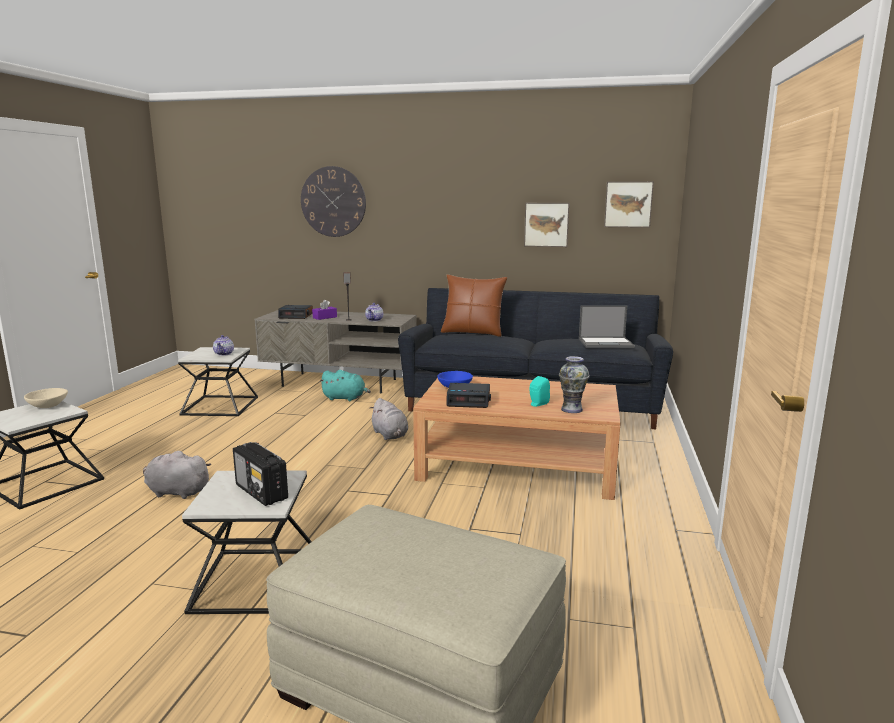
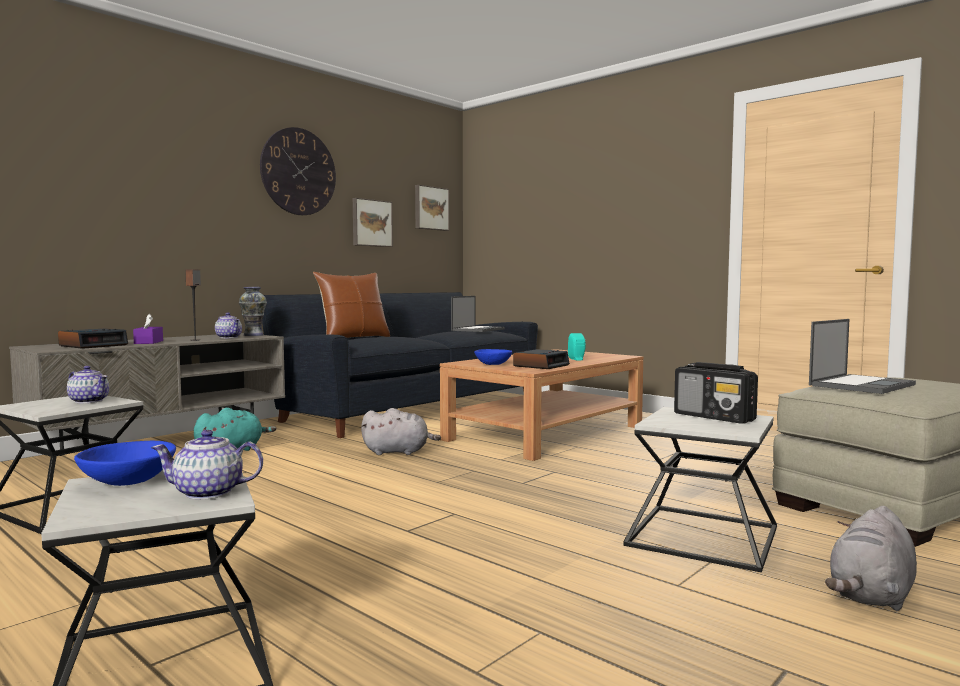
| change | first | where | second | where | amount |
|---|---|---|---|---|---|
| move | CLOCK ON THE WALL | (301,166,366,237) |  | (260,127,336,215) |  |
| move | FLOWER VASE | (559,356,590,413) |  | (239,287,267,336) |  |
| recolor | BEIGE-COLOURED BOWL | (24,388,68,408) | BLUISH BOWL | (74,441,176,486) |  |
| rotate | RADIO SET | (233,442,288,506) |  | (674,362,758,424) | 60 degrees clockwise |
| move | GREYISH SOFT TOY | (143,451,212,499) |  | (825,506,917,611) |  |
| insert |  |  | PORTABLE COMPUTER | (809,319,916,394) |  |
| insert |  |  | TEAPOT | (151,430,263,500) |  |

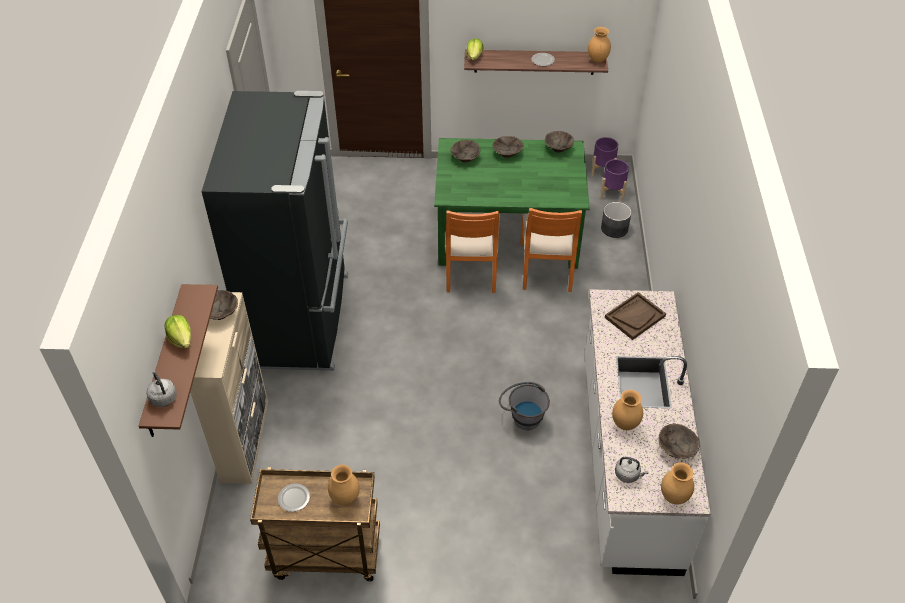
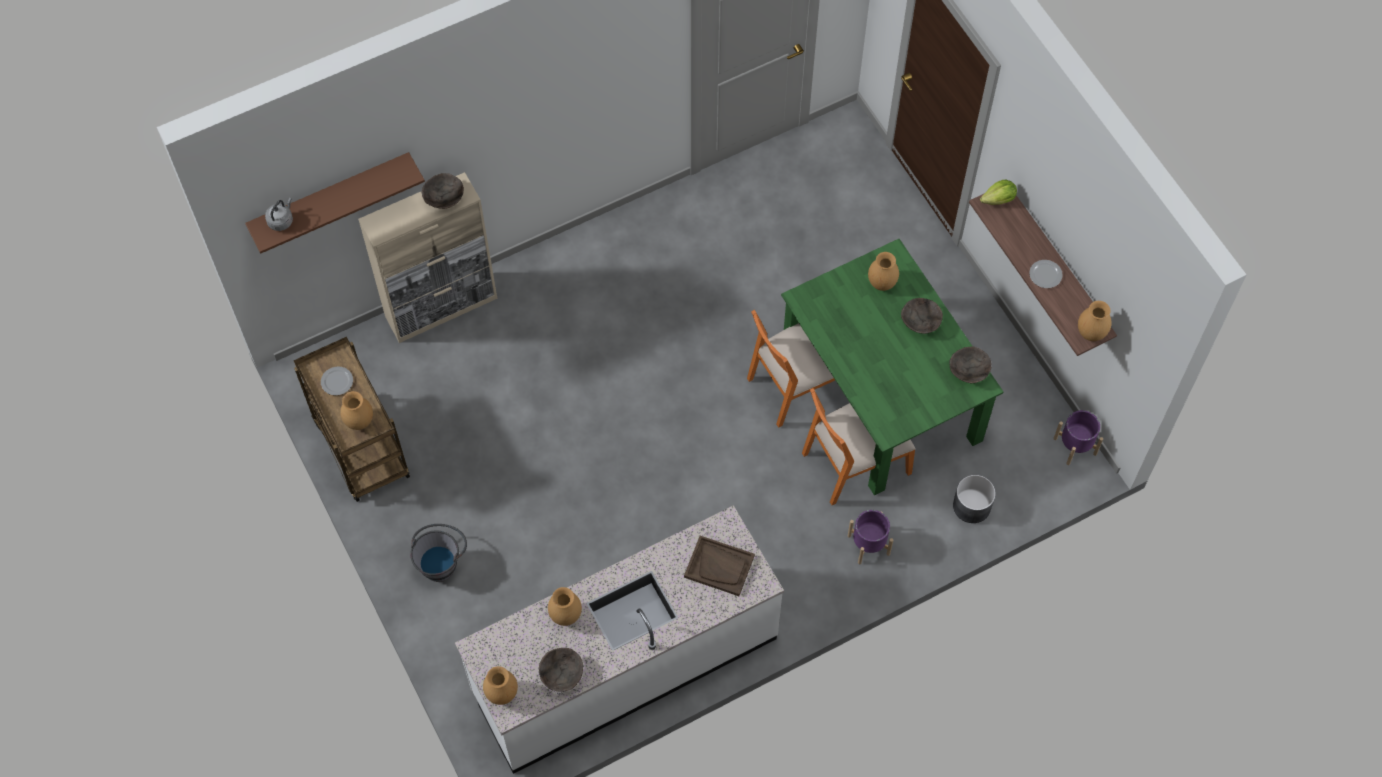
| change | first | where | second | where | amount |
|---|---|---|---|---|---|
| delete | BLACKISH KITCHEN FRIDGE | (201,91,348,371) |  |  |  |
| replace | BROWN BOWL | (451,140,480,163) | BROWN FLOWER VASE | (868,252,899,291) |  |
| move | PURPLE PLANTER | (600,159,629,201) |  | (848,510,893,564) |  |
| delete | HEAD OF LETTUCE | (164,315,191,348) |  |  |  |
| move | GREYISH PAIL | (499,382,550,430) |  | (410,524,467,582) |  |
| delete | GREYISH TEA KETTLE | (615,457,648,483) |  |  |  |

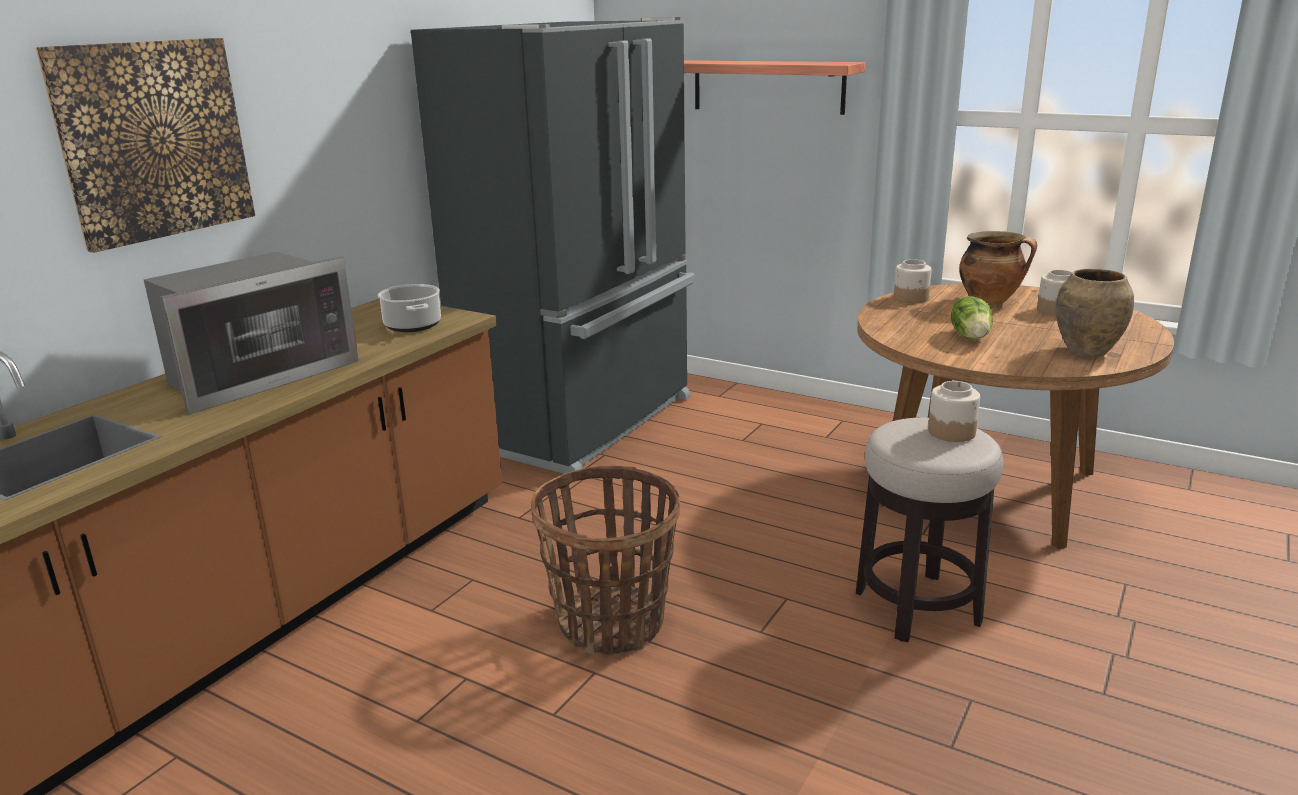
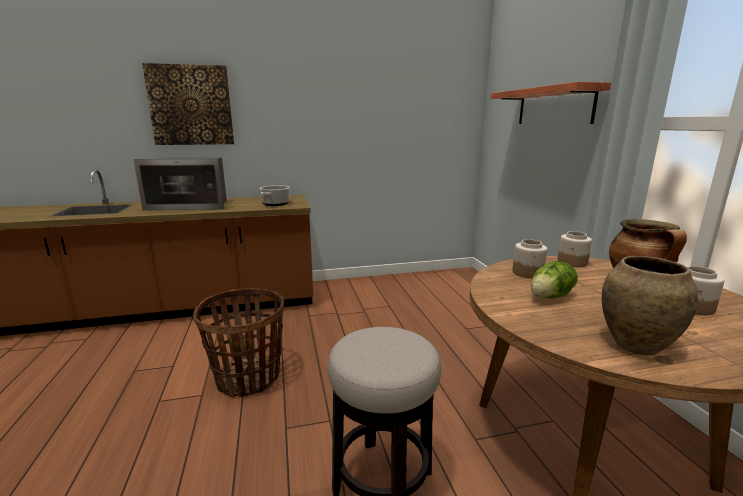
| change | first | where | second | where | amount |
|---|---|---|---|---|---|
| delete | BLACKISH KITCHEN FRIDGE | (411,17,694,474) |  |  |  |
| move | JAR | (928,381,980,442) |  | (512,239,548,278) |  |

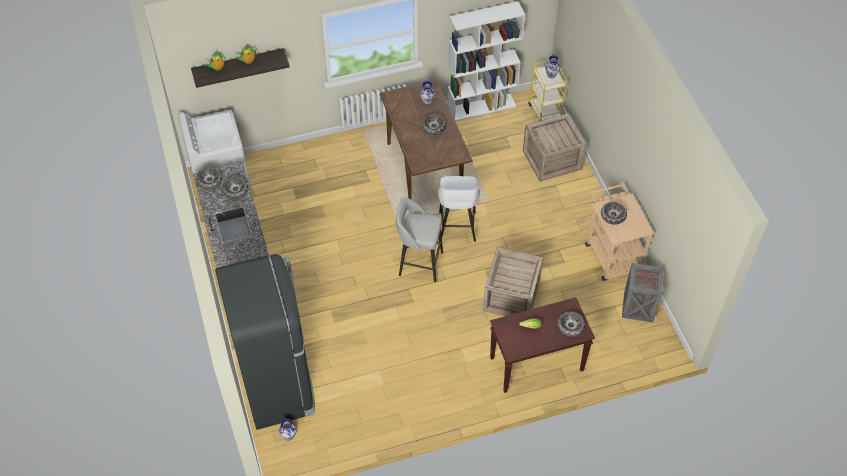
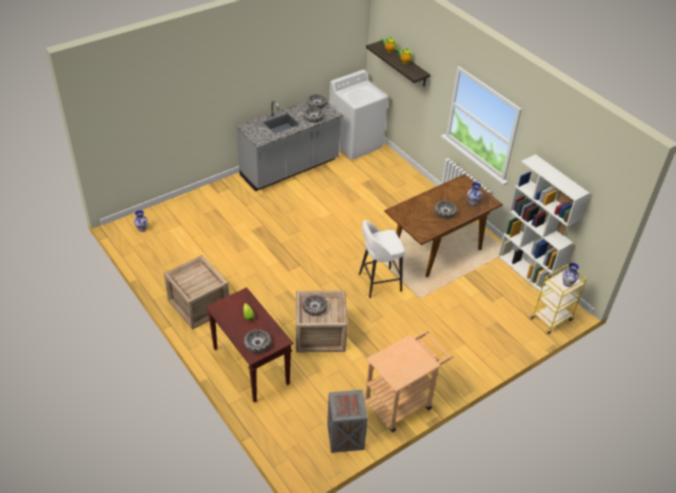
| change | first | where | second | where | amount |
|---|---|---|---|---|---|
| move | CRATE | (523,113,587,182) |  | (164,255,229,329) |  |
| delete | GREYISH STOOL | (396,198,443,282) |  |  |  |
| move | BOWL | (601,202,627,225) |  | (302,295,328,316) |  |
| delete | BLACKISH KITCHEN FRIDGE | (215,254,315,430) |  |  |  |

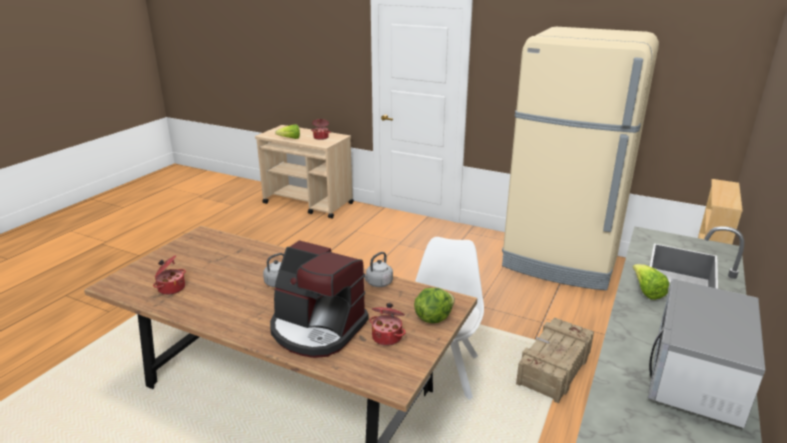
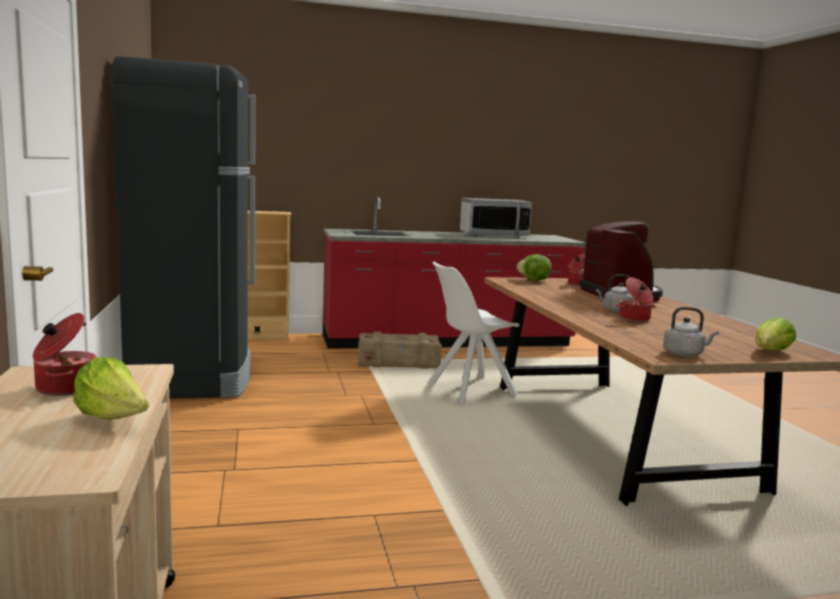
| change | first | where | second | where | amount |
|---|---|---|---|---|---|
| recolor | BEIGE-COLOURED KITCHEN FRIDGE | (502,27,659,290) | BLACKISH KITCHEN FRIDGE | (112,56,256,399) |  |
| move | GREYISH TEA KETTLE | (364,252,393,287) |  | (663,307,719,356) |  |
| move | STOCKPOT | (153,255,186,295) |  | (616,278,657,322) |  |
| move | HEAD OF LETTUCE | (633,264,669,300) |  | (755,317,796,351) |  |

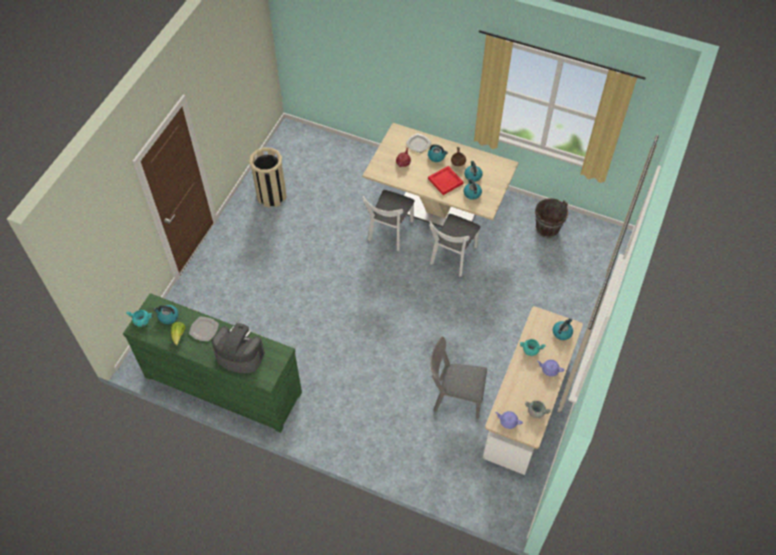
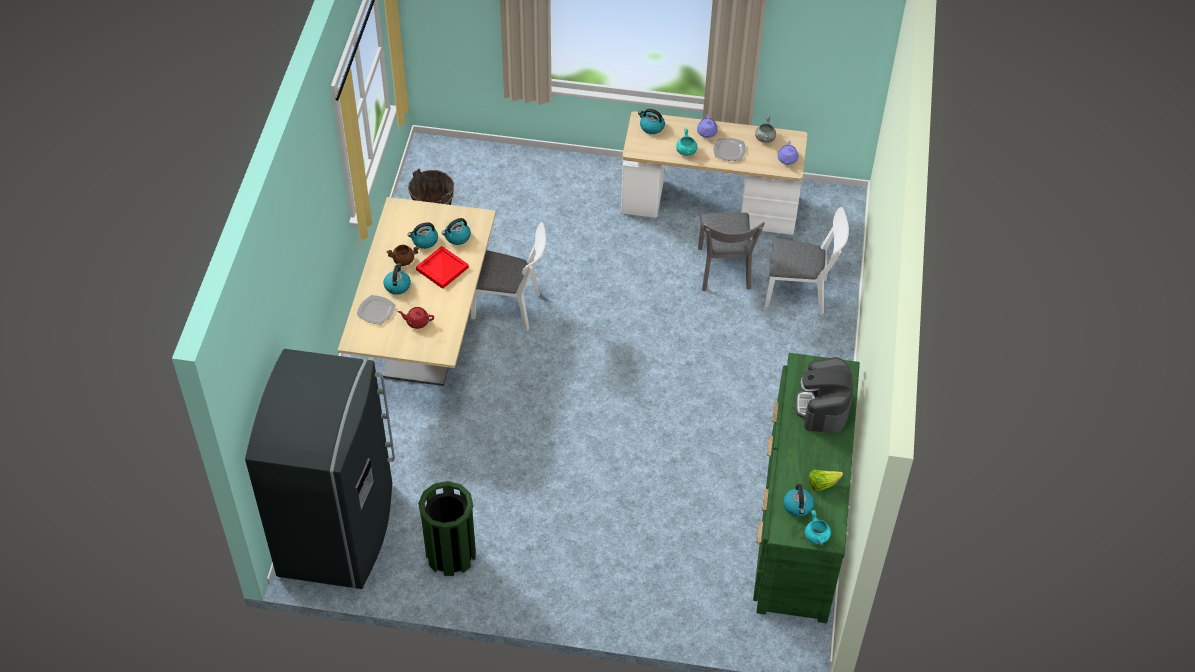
| change | first | where | second | where | amount |
|---|---|---|---|---|---|
| recolor | BEIGE-COLOURED RUBBISH BIN | (249,148,286,208) | GREEN-COLOURED RUBBISH BIN | (418,481,476,576) |  |
| move | WHITE PLAIN CHAIR | (363,190,415,251) |  | (765,207,849,315) |  |
| move | PLATE | (189,317,219,341) |  | (713,138,746,161) |  |
| insert |  |  | GREYISH KITCHEN FRIDGE | (245,349,395,589) |  |

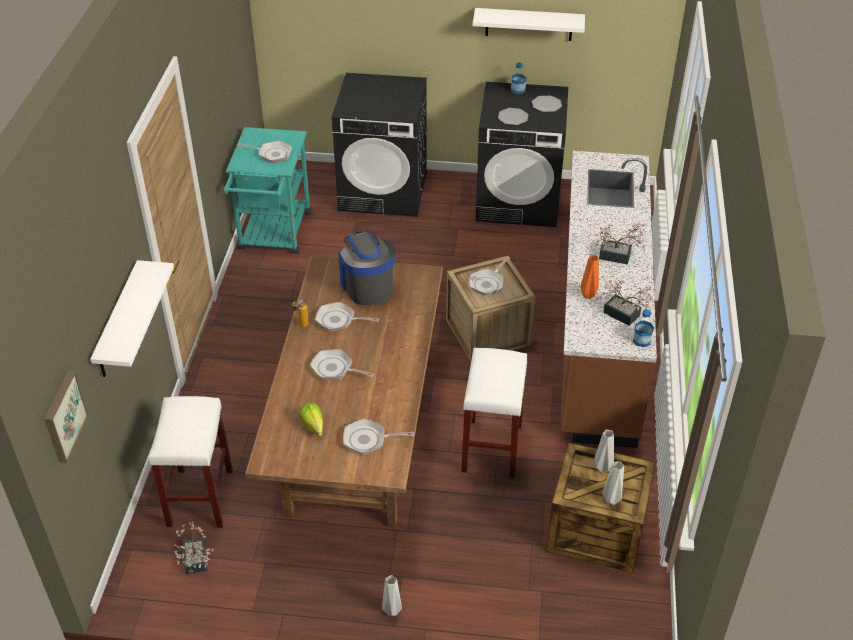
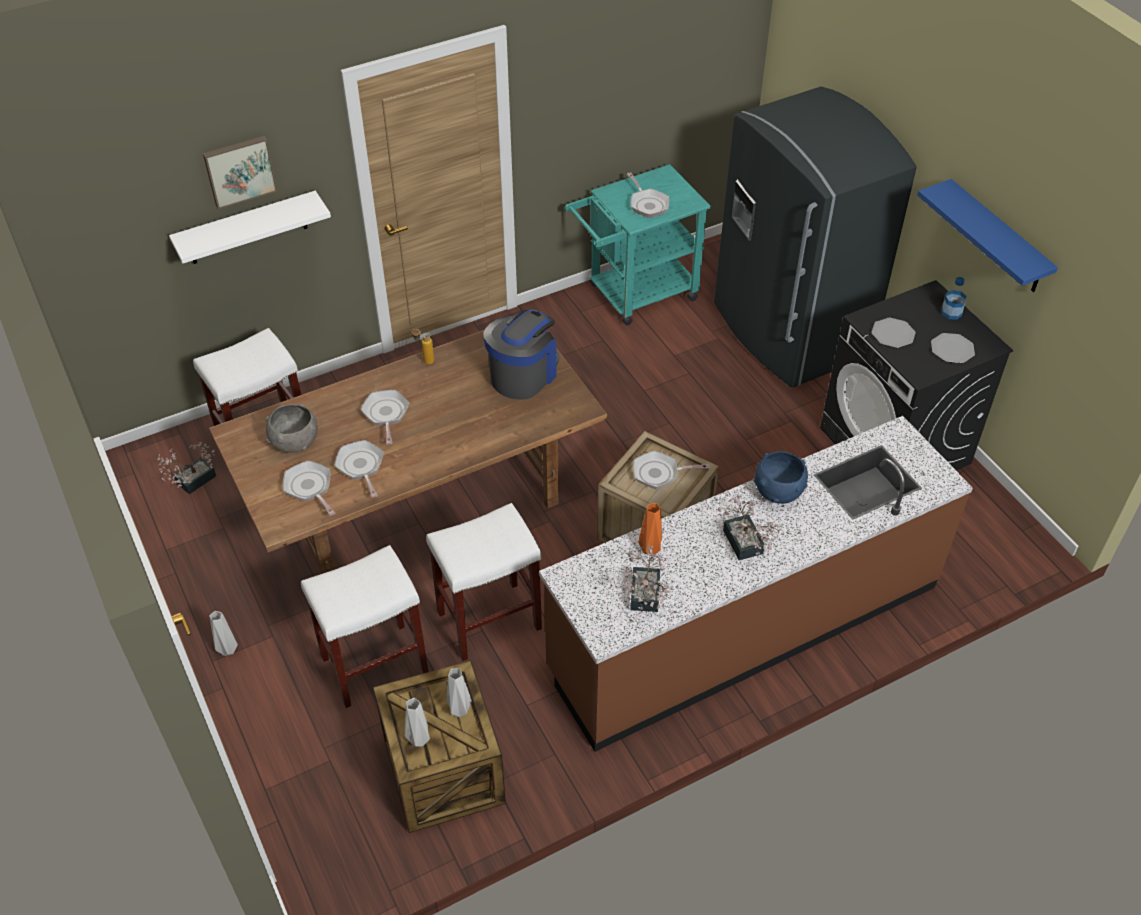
| change | first | where | second | where | amount |
|---|---|---|---|---|---|
| recolor | WHITE BRACKET SHELF | (473,8,585,41) | BLUISH BRACKET SHELF | (917,179,1058,292) |  |
| replace | BLACKISH LAUNDRY MACHINE | (332,73,427,217) | GREYISH KITCHEN FRIDGE | (714,87,917,388) |  |
| move | PAN | (315,302,379,332) |  | (334,440,384,498) |  |
| delete | DRINK BOTTLE | (633,309,654,347) |  |  |  |
| move | WALL ART | (44,371,89,463) |  | (203,136,278,210) |  |
| replace | HEAD OF LETTUCE | (299,403,323,436) | GREYISH BOWL | (266,404,318,453) |  |
| insert |  |  | BLUISH BOWL | (753,451,808,504) |  |
| insert |  |  | WHITE STOOL | (301,545,429,708) |  |

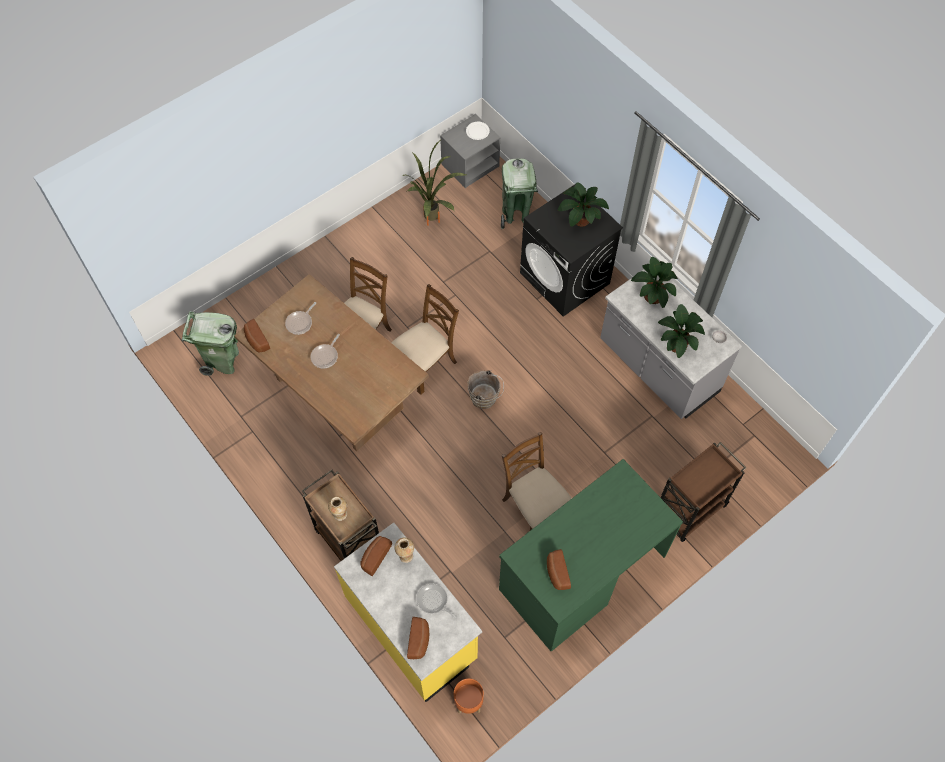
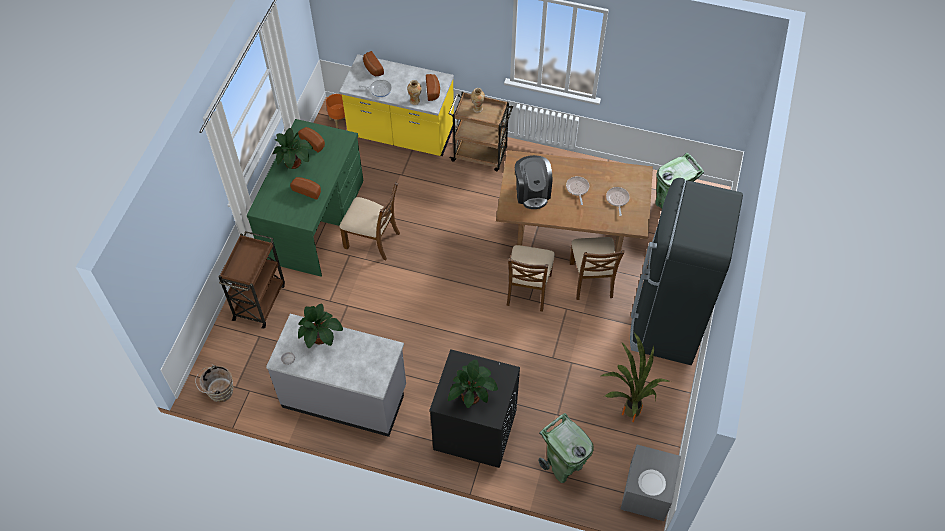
| change | first | where | second | where | amount |
|---|---|---|---|---|---|
| move | POTTED PLANT | (631,257,678,308) |  | (272,128,313,169) |  |
| move | BREAD | (244,319,270,353) |  | (290,177,321,199) |  |
| move | BROWN PAIL | (467,370,504,409) |  | (195,365,233,402) |  |
| insert |  |  | COFFEE MACHINE | (515,155,552,209) |  |
| insert |  |  | BLACKISH KITCHEN FRIDGE | (630,178,743,365) |  |

